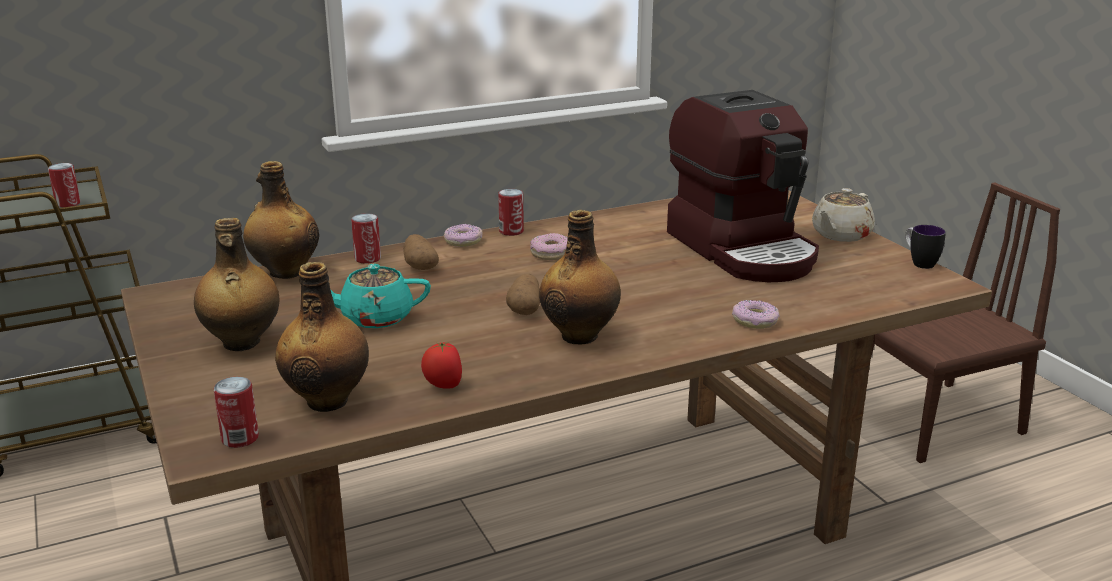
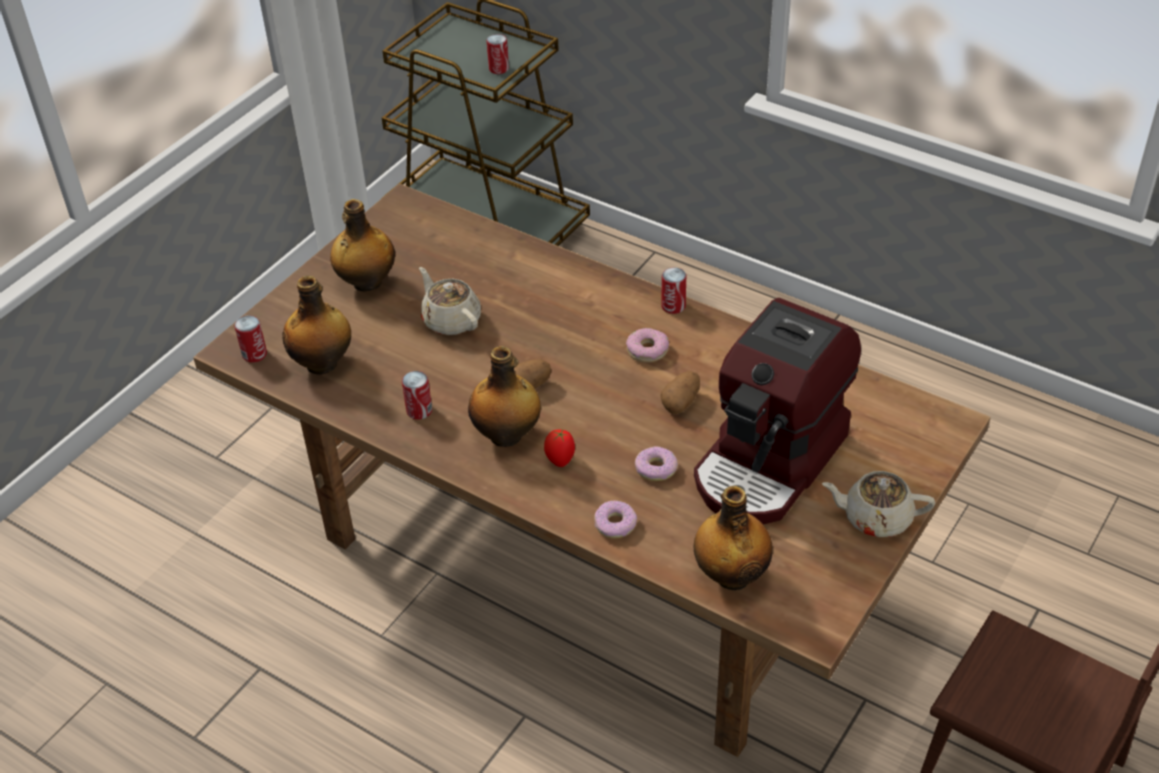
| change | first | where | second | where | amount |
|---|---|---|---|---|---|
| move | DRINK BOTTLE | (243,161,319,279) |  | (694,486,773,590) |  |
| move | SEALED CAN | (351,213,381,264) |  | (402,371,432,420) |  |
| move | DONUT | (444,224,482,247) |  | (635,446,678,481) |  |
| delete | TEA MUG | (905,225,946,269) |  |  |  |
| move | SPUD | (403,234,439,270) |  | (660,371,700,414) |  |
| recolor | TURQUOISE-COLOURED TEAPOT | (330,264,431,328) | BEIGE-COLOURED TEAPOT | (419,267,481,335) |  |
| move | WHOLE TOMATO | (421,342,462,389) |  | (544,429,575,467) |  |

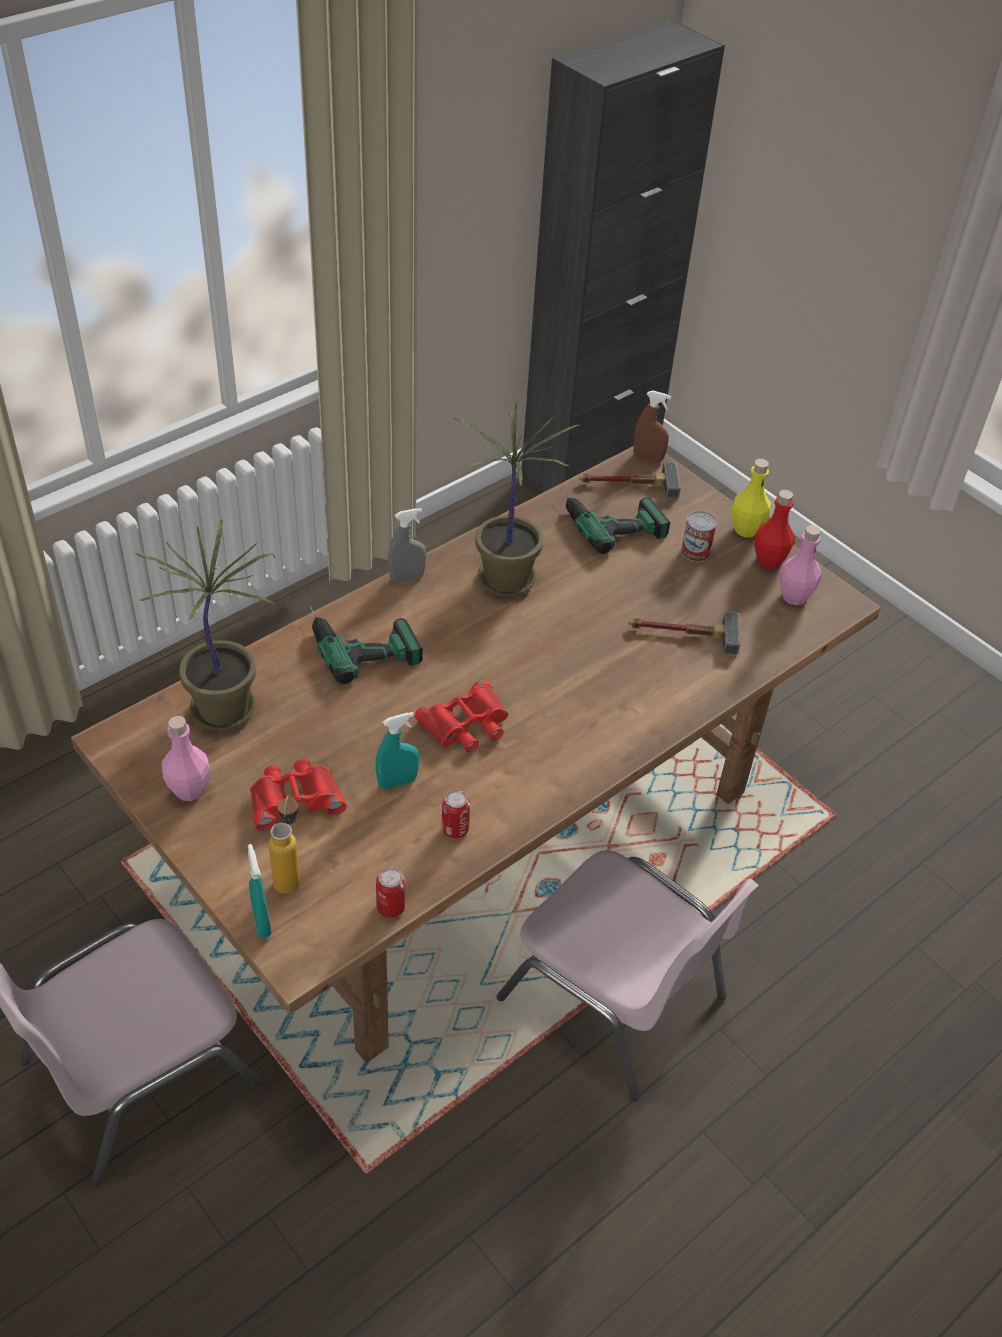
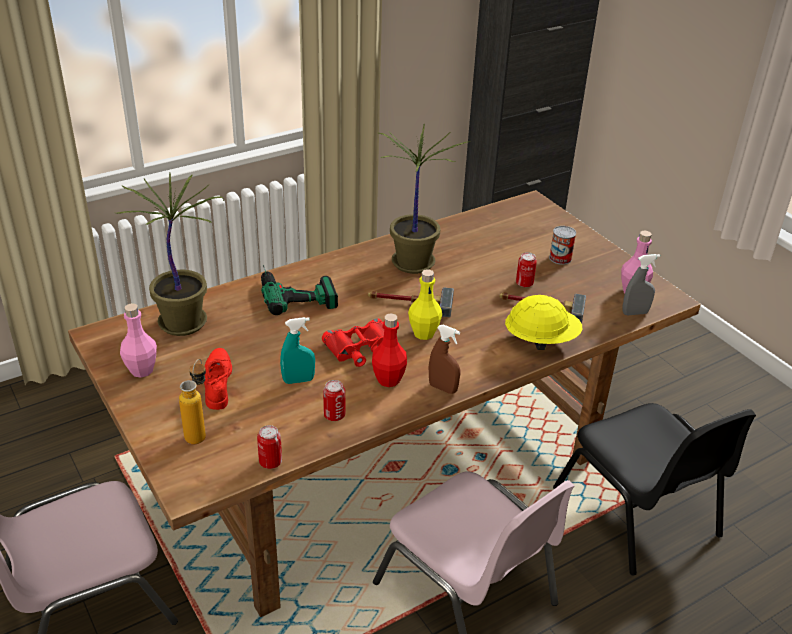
| change | first | where | second | where | amount |
|---|---|---|---|---|---|
| move | BROWN SPRAY BOTTLE | (633,391,671,462) |  | (429,325,460,394) |  |
| move | YELLOW-COLOURED DRINK BOTTLE | (732,459,771,537) |  | (408,269,442,340) |  |
| move | HAMMER | (579,462,681,498) |  | (368,287,454,317) |  |
| delete | ELECTRIC DRILL | (560,488,670,554) |  |  |  |
| move | RED-COLOURED DRINK BOTTLE | (754,490,795,569) |  | (372,314,407,387) |  |
| move | GREYISH SPRAY BOTTLE | (388,508,426,582) |  | (623,254,660,315) |  |
| replace | RED-COLOURED PAIR OF BINOCULARS | (250,759,347,831) | RED-COLOURED ITEM OF FOOTWEAR | (204,348,232,410) |  |
| delete | TURQUOISE-COLOURED SPRAY BOTTLE | (248,844,272,938) |  |  |  |
| insert |  |  | SEALED CAN | (516,252,537,287) |  |
| insert |  |  | YELLOW-COLOURED SAFETY HELMET | (505,295,582,350) |  |
| insert |  |  | BLACKISH PLAIN CHAIR | (553,403,756,576) |  |

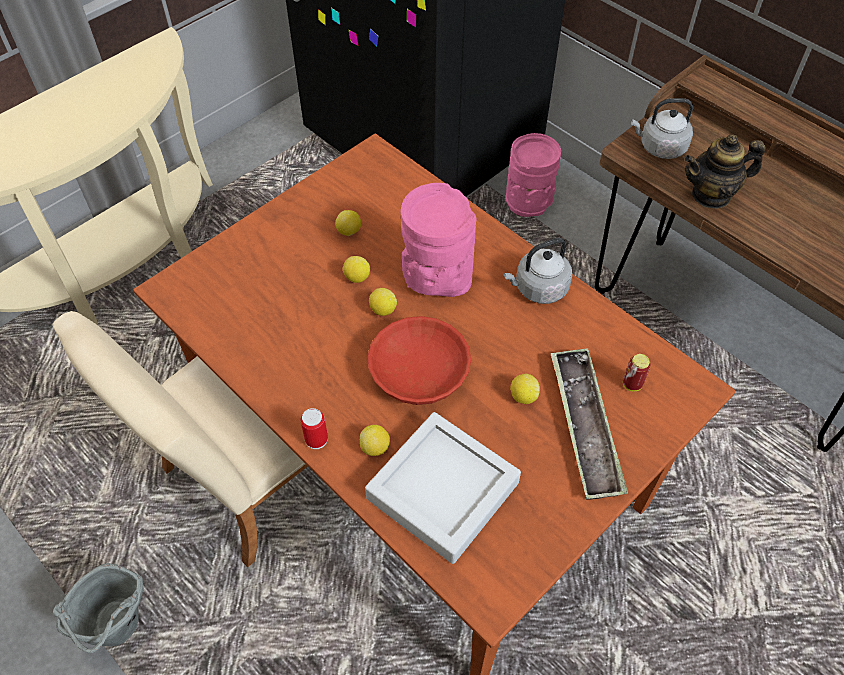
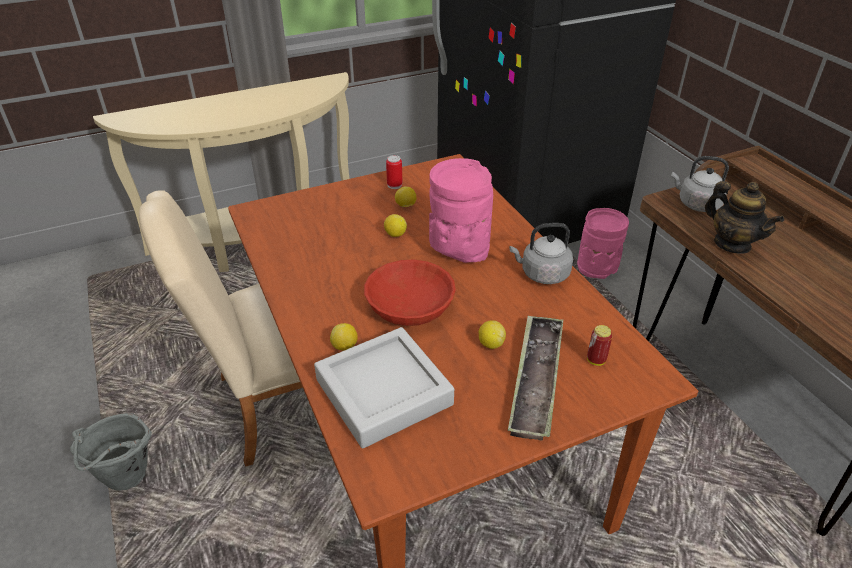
| change | first | where | second | where | amount |
|---|---|---|---|---|---|
| rotate | TEAPOT | (684,135,766,209) |  | (705,181,784,254) | 135 degrees counterclockwise |
| delete | CITRUS FRUIT | (369,288,397,316) |  |  |  |
| move | SEALED CAN | (301,408,328,449) |  | (386,155,402,189) |  |

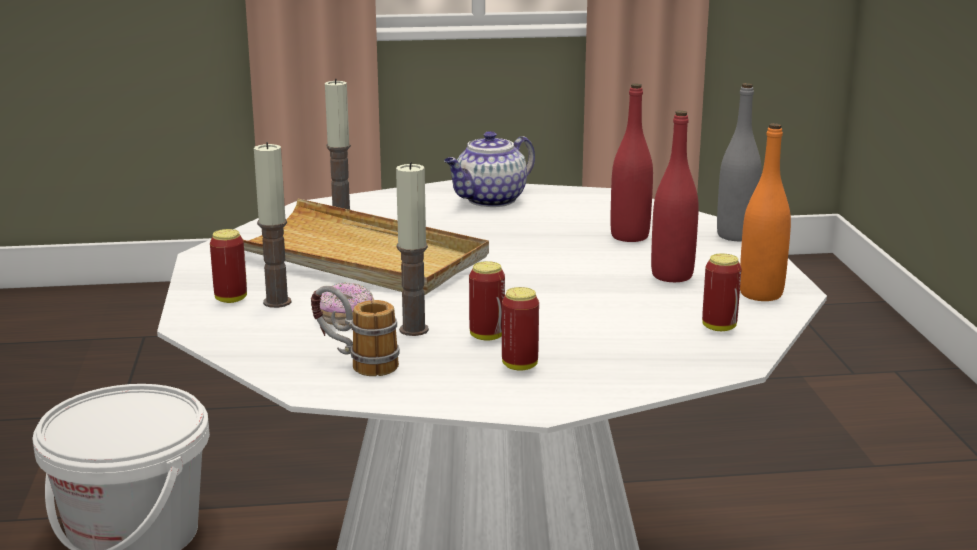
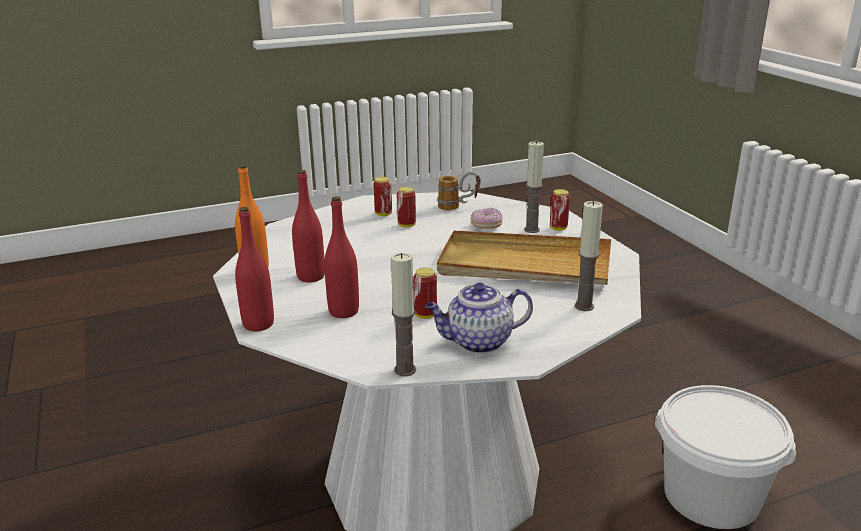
| change | first | where | second | where | amount |
|---|---|---|---|---|---|
| recolor | GREYISH DRINK BOTTLE | (717,83,762,241) | RED-COLOURED DRINK BOTTLE | (235,207,274,331) |  |
| rotate | TEAPOT | (444,131,535,207) |  | (425,283,533,354) | 135 degrees counterclockwise |
| move | CANDLE | (396,162,429,336) |  | (391,252,416,376) |  |
| move | SEALED CAN | (702,253,742,331) |  | (413,268,437,319) |  |

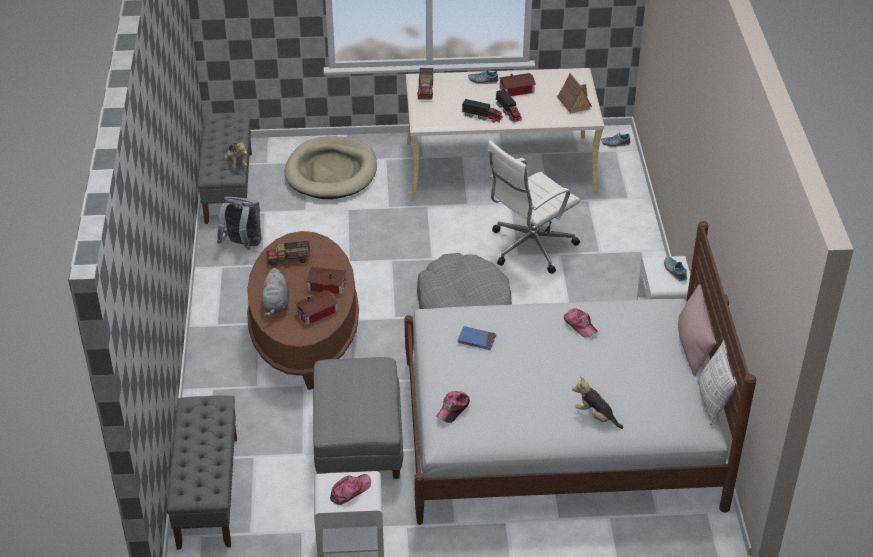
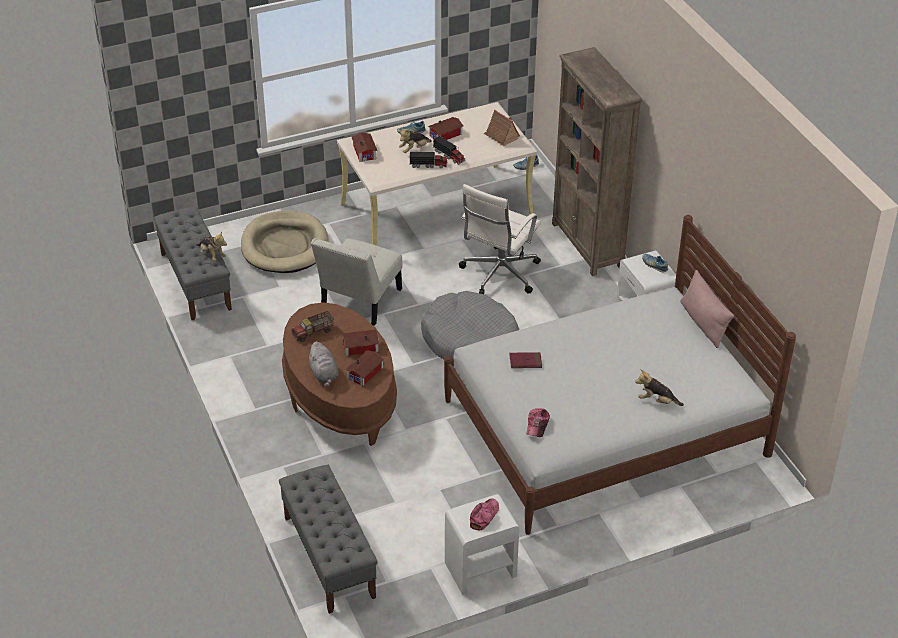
| change | first | where | second | where | amount |
|---|---|---|---|---|---|
| replace | TOY LORRY | (417,68,433,100) | TOY HOUSE | (352,132,377,162) |  |
| delete | GREYISH KNAPSACK | (217,197,262,250) |  |  |  |
| delete | PEAKED CAP | (564,308,598,337) |  |  |  |
| recolor | BLUISH BOOK | (457,326,496,350) | RED-COLOURED BOOK | (509,352,542,368) |  |
| delete | CUSHION | (697,340,737,425) |  |  |  |
| delete | GREYISH OTTOMAN | (313,357,403,479) |  |  |  |
| insert |  |  | BROWN BOOKSHELF | (552,47,642,276) |  |
| insert |  |  | SOFT TOY | (399,129,432,153) |  |
| insert |  |  | WHITE PLAIN CHAIR | (311,238,402,326) |  |

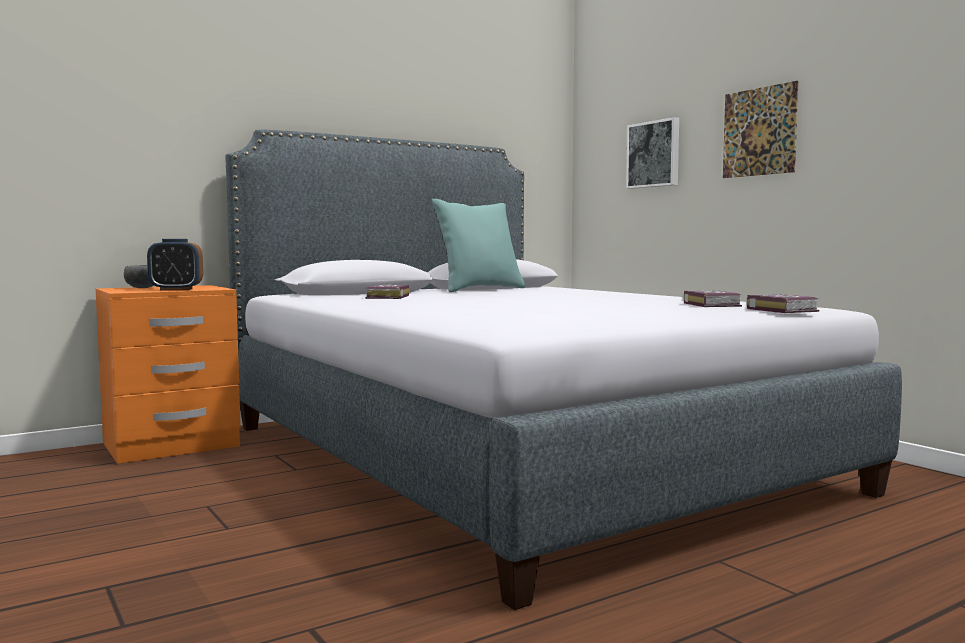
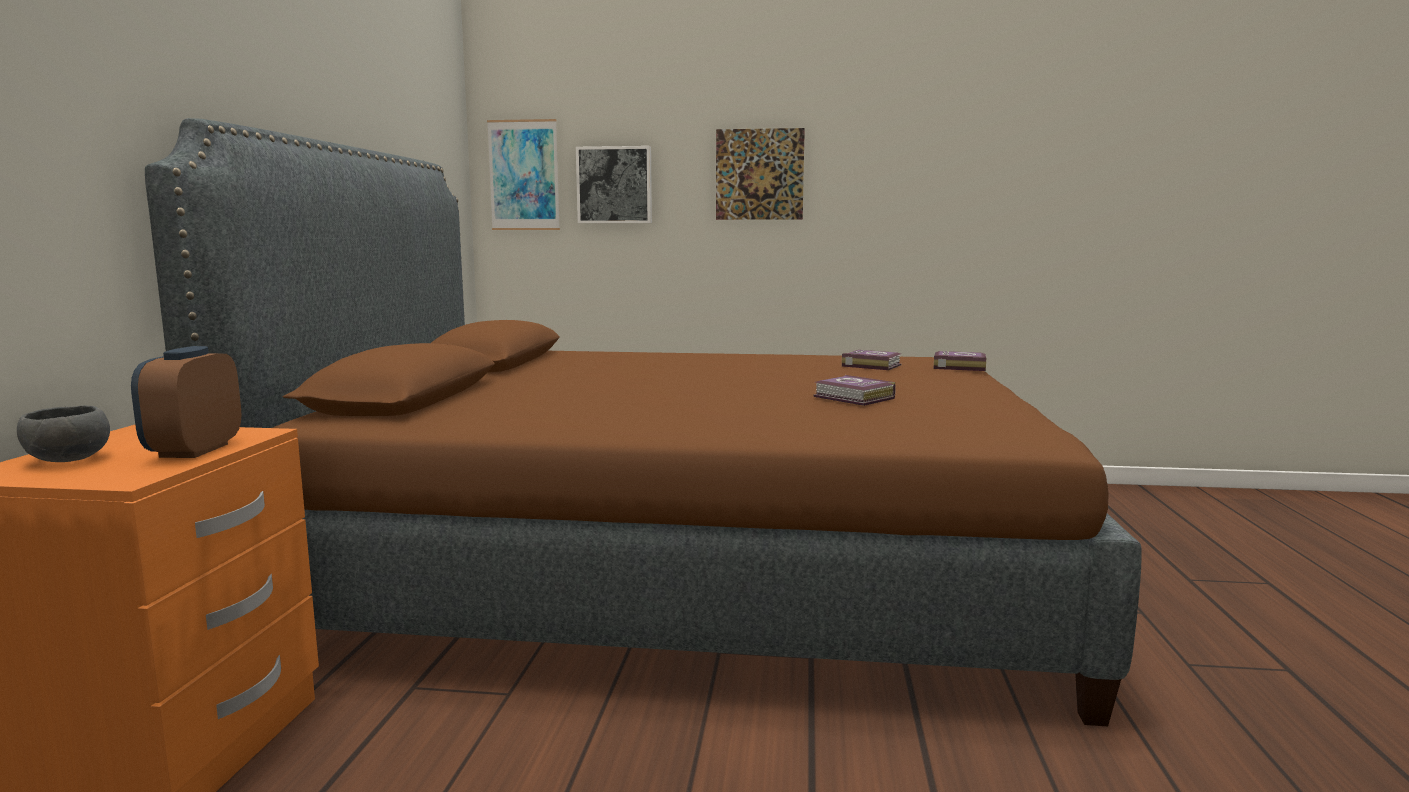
| change | first | where | second | where | amount |
|---|---|---|---|---|---|
| recolor | GREYISH BED | (226,129,902,610) | BROWN BED | (145,118,1141,726) |  |
| delete | TURQUOISE-COLOURED CUSHION | (432,199,525,292) |  |  |  |
| rotate | TABLE CLOCK | (147,239,203,290) |  | (131,346,241,458) | 150 degrees clockwise |
| move | BOOK | (365,285,409,299) |  | (813,375,896,406) |  |
| insert |  |  | WALL ART | (487,119,560,230) |  |

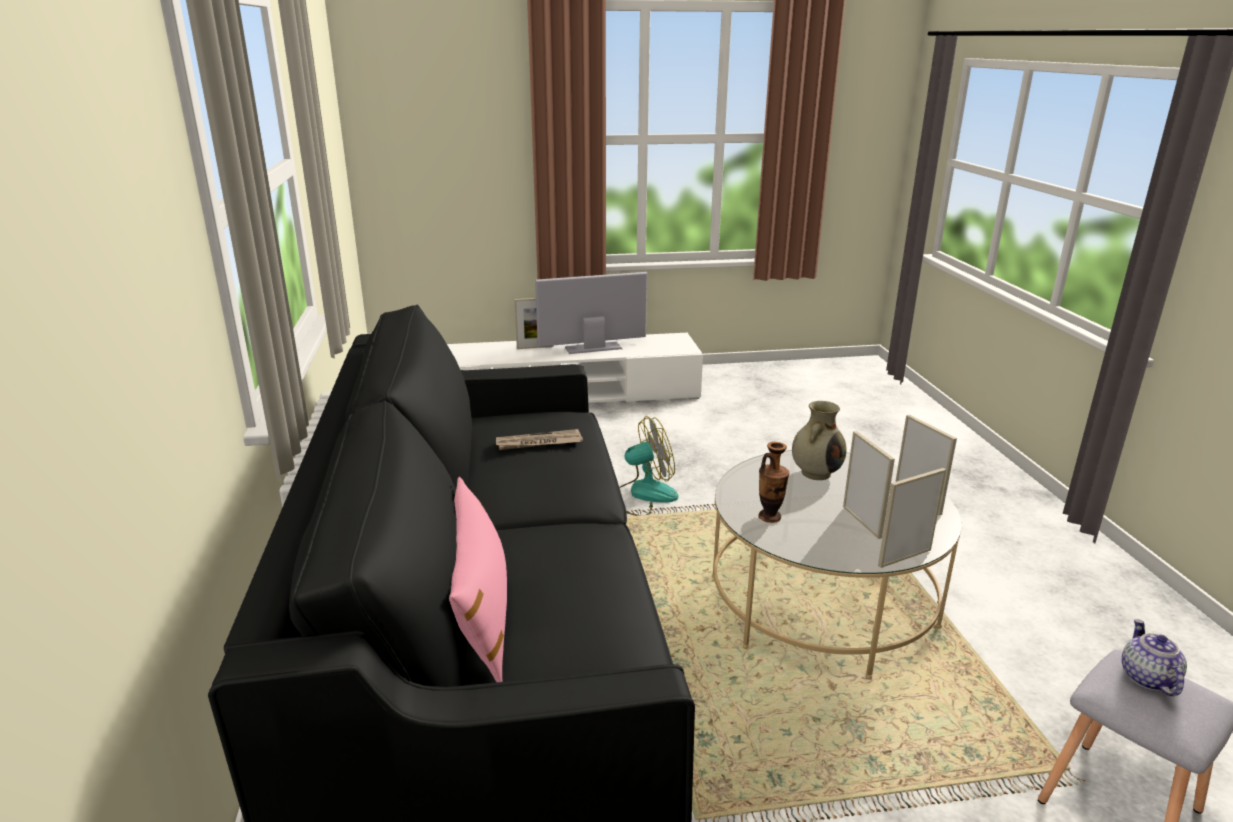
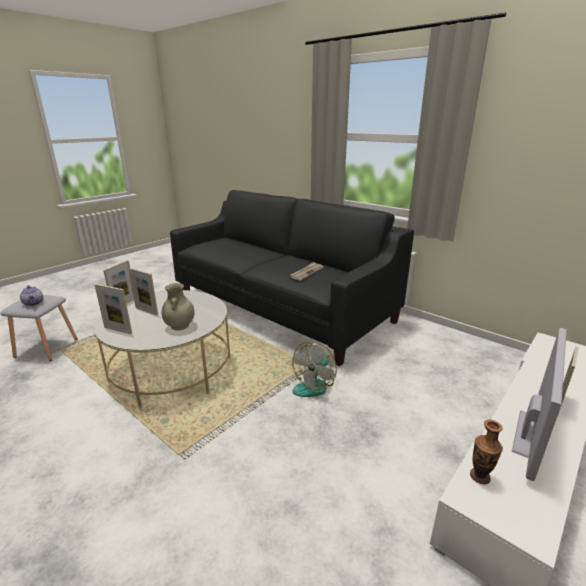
| change | first | where | second | where | amount |
|---|---|---|---|---|---|
| move | FLOWER VASE | (758,442,789,523) |  | (470,420,503,484) |  |
| delete | PINK-COLOURED CUSHION | (449,477,507,682) |  |  |  |

